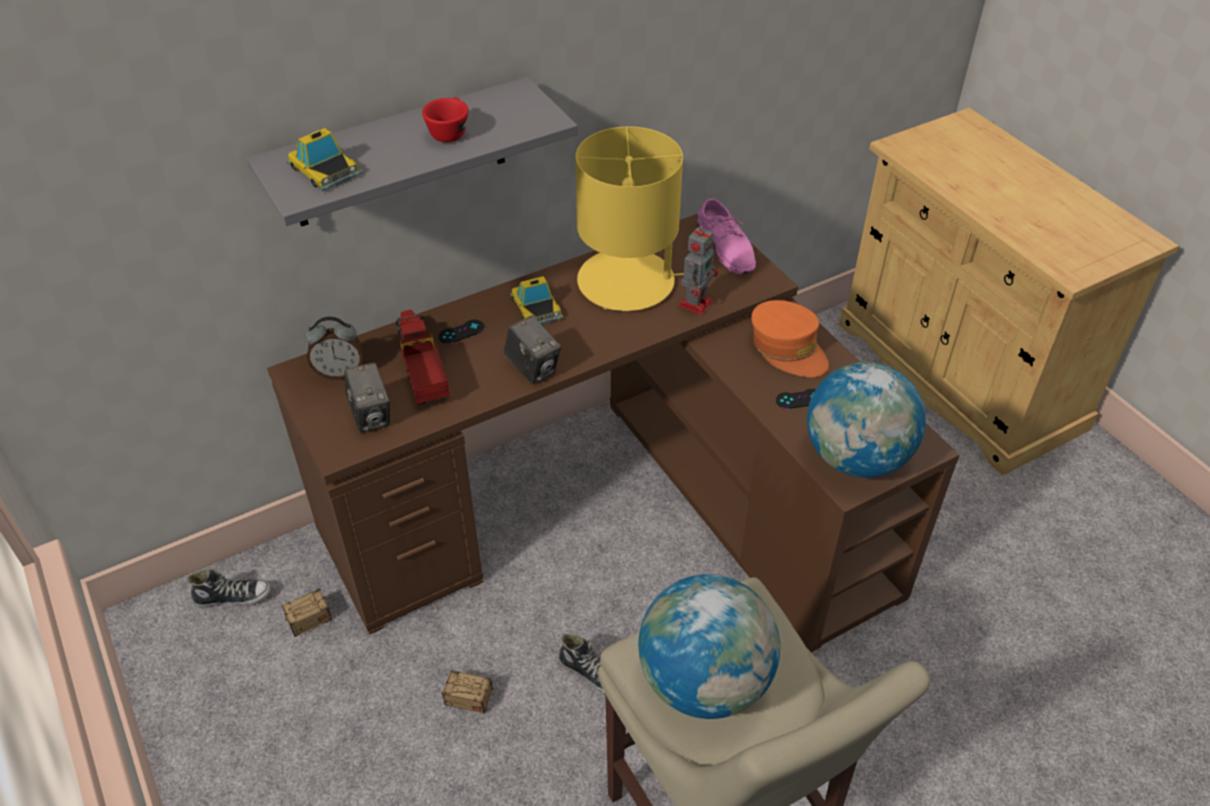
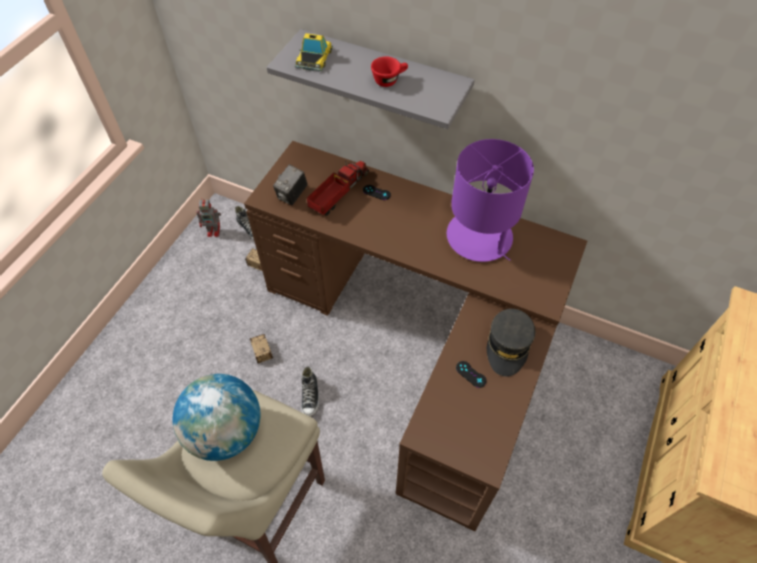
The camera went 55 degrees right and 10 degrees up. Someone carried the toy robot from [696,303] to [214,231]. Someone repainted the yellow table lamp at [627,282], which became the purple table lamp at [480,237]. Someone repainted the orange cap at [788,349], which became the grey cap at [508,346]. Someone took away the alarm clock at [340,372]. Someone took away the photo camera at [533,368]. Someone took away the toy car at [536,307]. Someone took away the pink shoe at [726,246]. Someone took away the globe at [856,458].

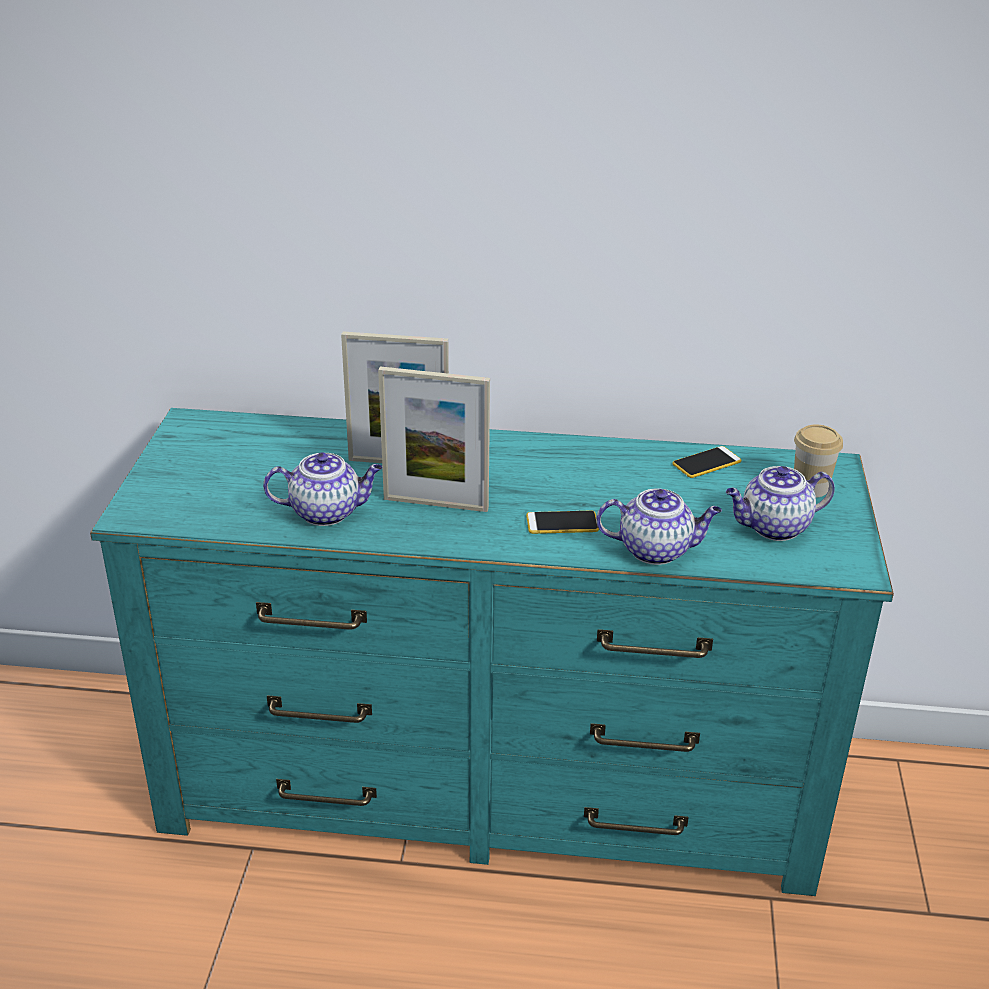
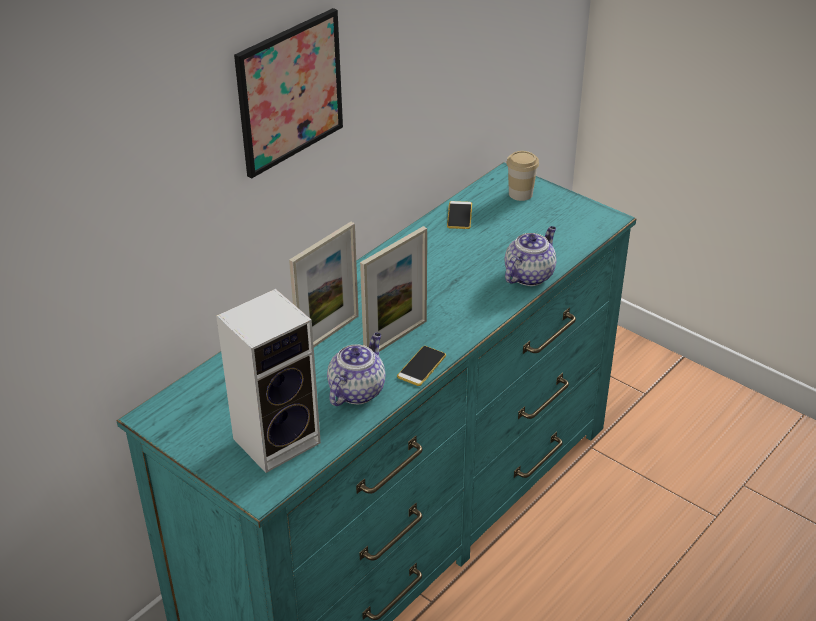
The camera went 55 degrees left and 5 degrees up. Someone put down the speaker at [278,438]. Someone put up the picture at [289,92]. Someone carried the phone from [562,523] to [421,366]. Someone took away the teapot at [773,528].

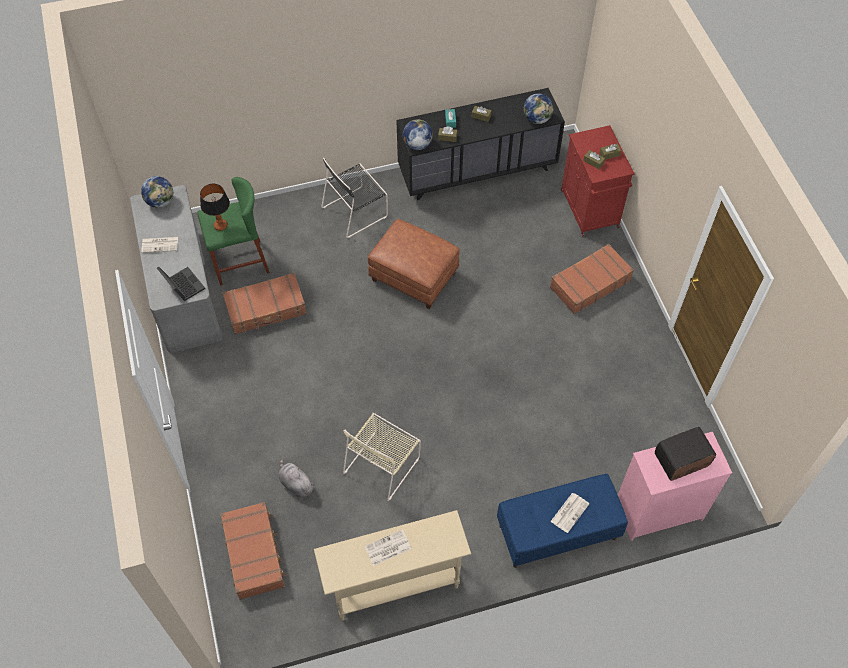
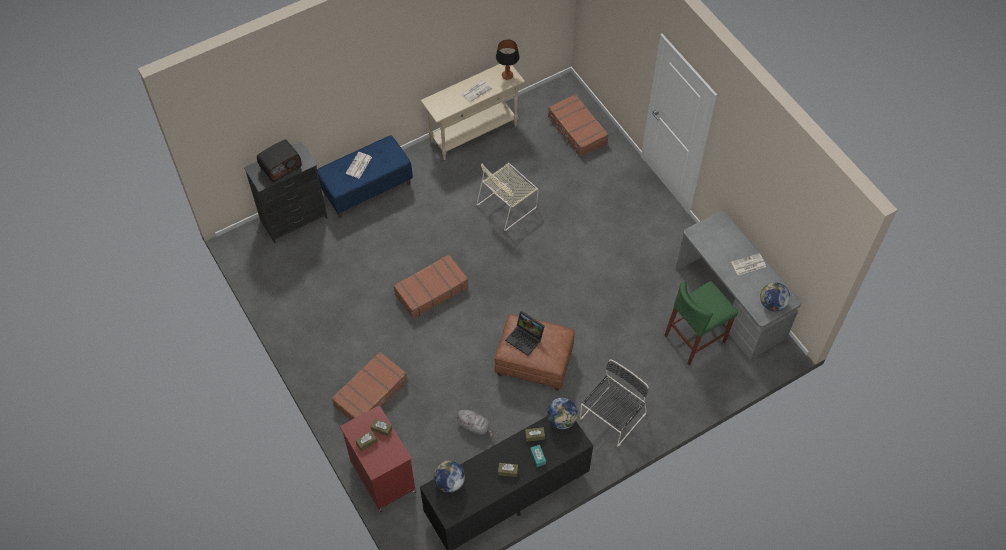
The camera went 165 degrees right and 0 degrees up. Someone repainted the pink dresser at [658,510], which became the black dresser at [294,219]. Someone carried the brown suitcase from [266,309] to [431,290]. Someone carried the grey plush toy from [295,484] to [475,426]. Someone rotated the beige chair at [383,463] by 150 degrees counterclockwise. Someone carried the table lamp from [220,225] to [507,76]. Someone carried the laptop from [182,285] to [525,338].

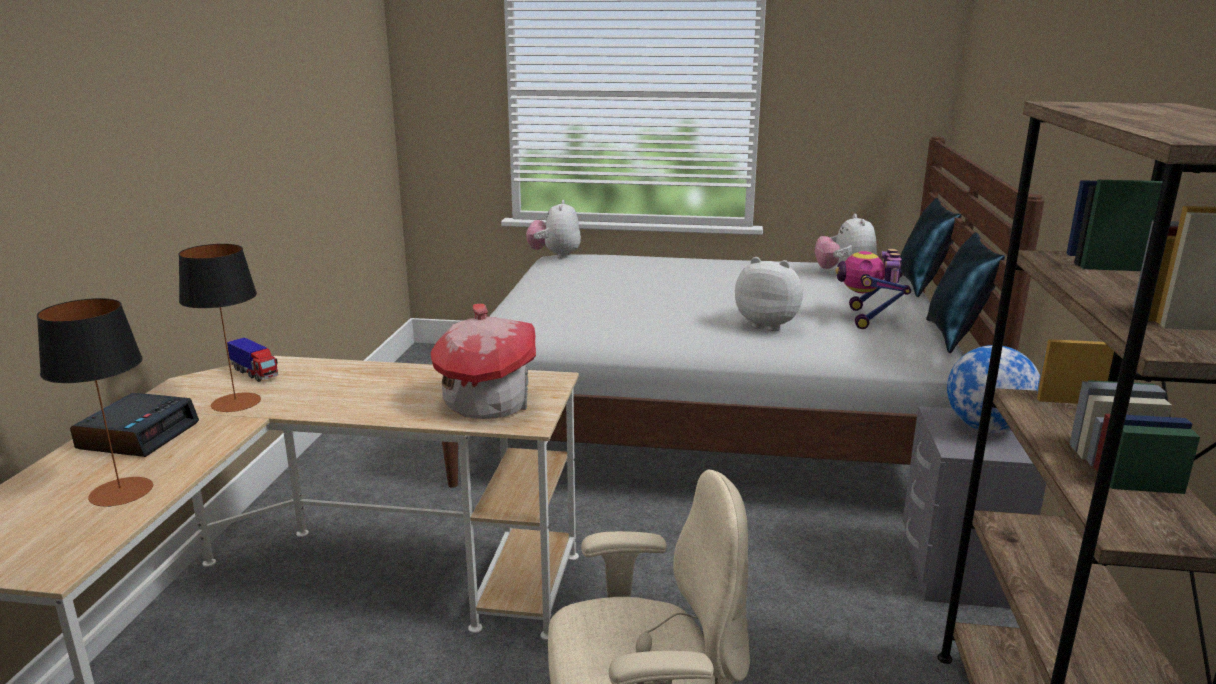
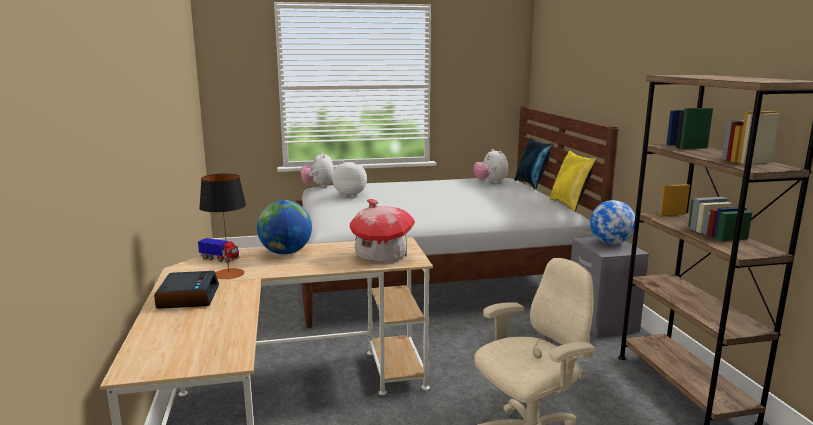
The camera went 20 degrees left and 5 degrees down. Someone put down the globe at [285,253]. Someone carried the plush toy from [769,325] to [351,195]. Someone repainted the blue pillow at [956,337], which became the yellow pillow at [570,205]. Someone took away the table lamp at [120,492]. Someone took away the toy robot at [868,319].

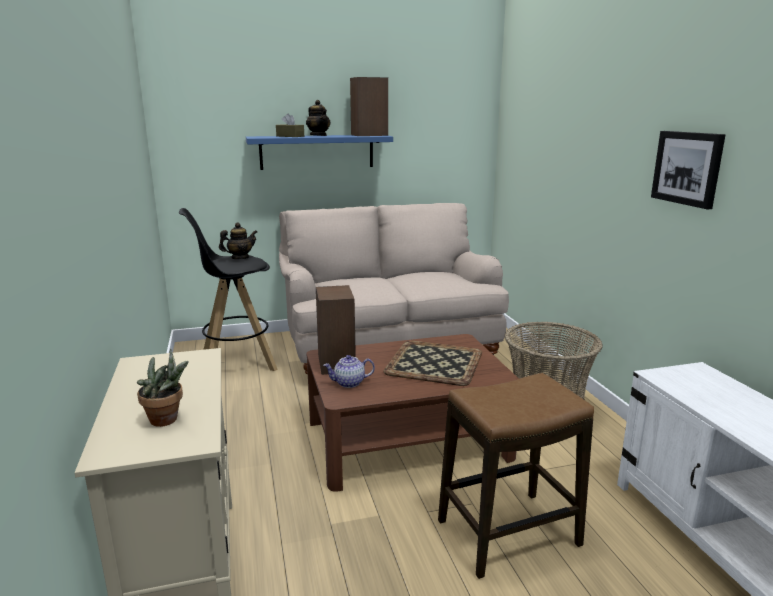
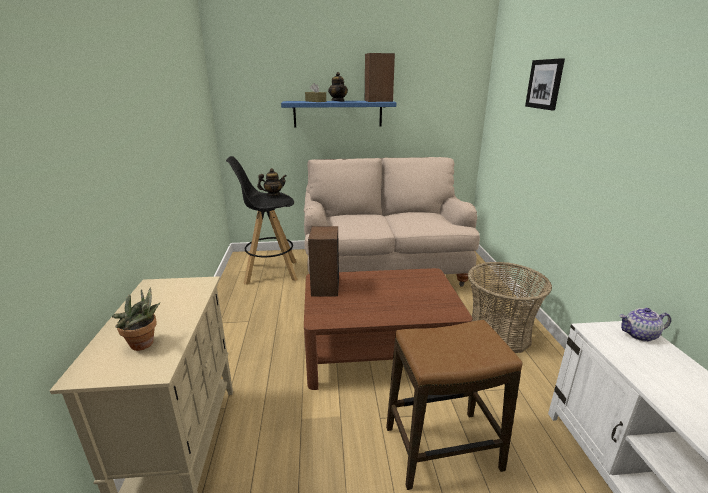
The camera went 10 degrees right and 5 degrees up. Someone carried the picture from [687,168] to [545,84]. Someone carried the teapot from [349,383] to [639,335]. Someone took away the tray at [433,363].

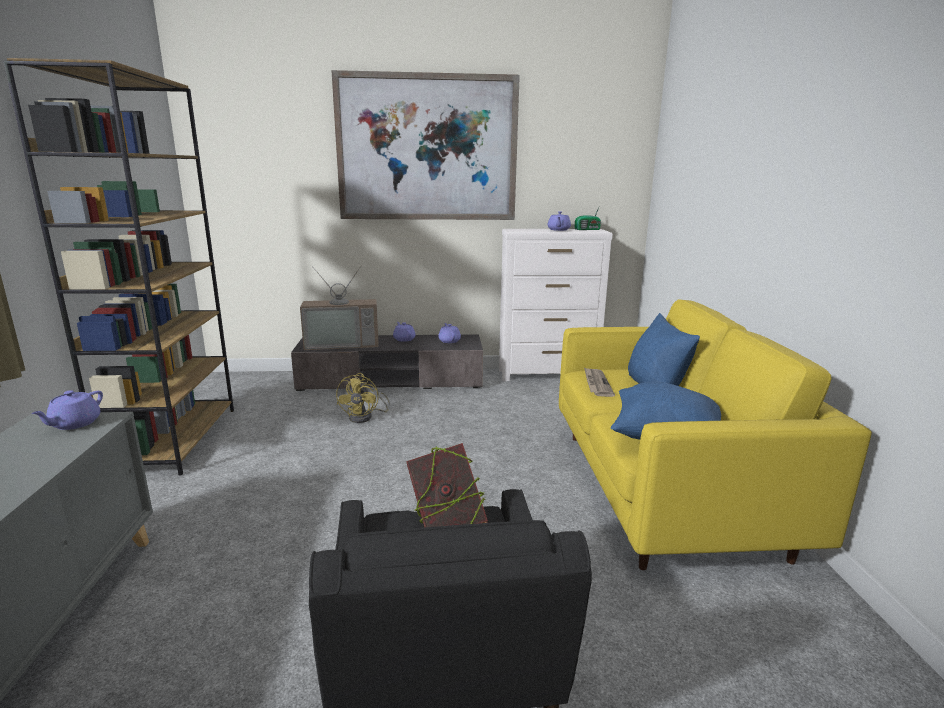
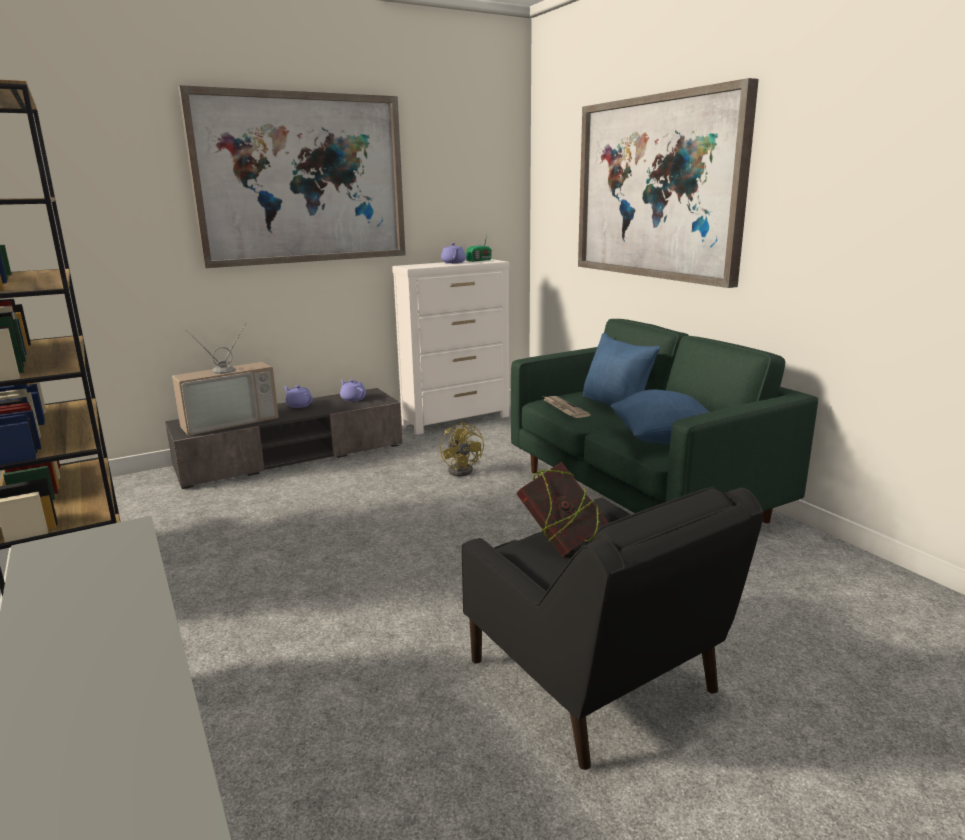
The camera went 25 degrees left and 0 degrees up. Someone carried the yellow fan from [365,417] to [463,470]. Someone repainted the yellow sofa at [663,489], which became the green sofa at [639,495]. Someone put up the picture at [657,188]. Someone took away the purple teapot at [74,424].

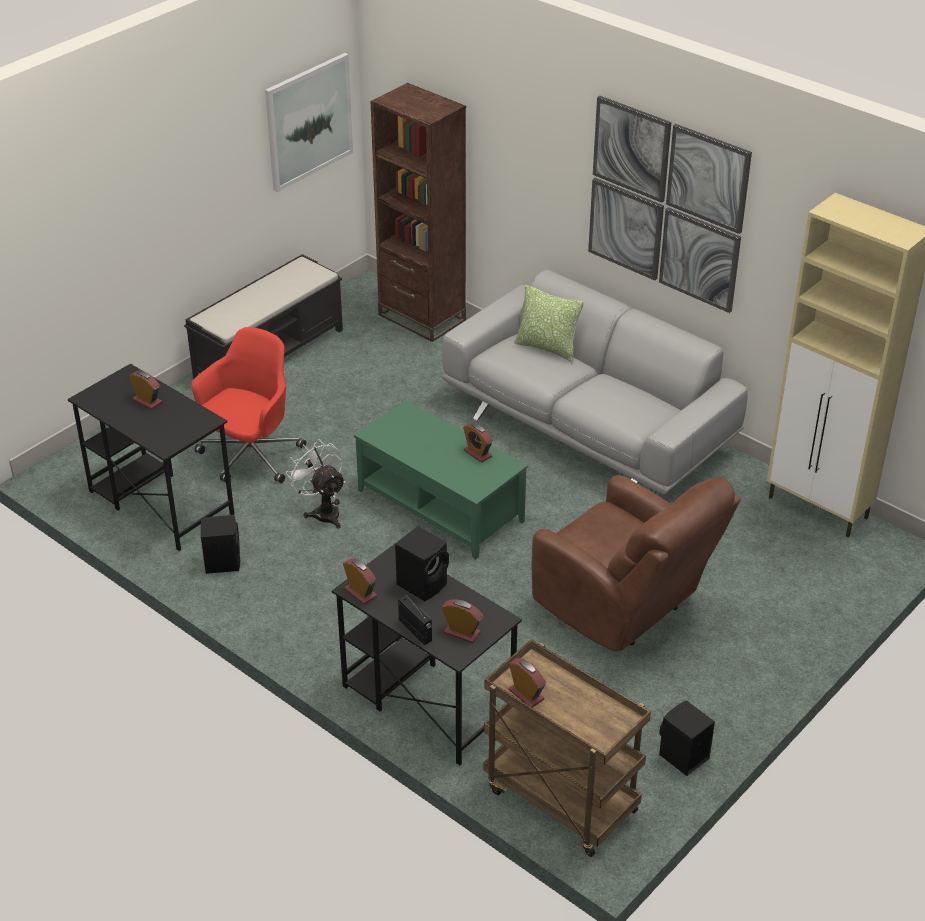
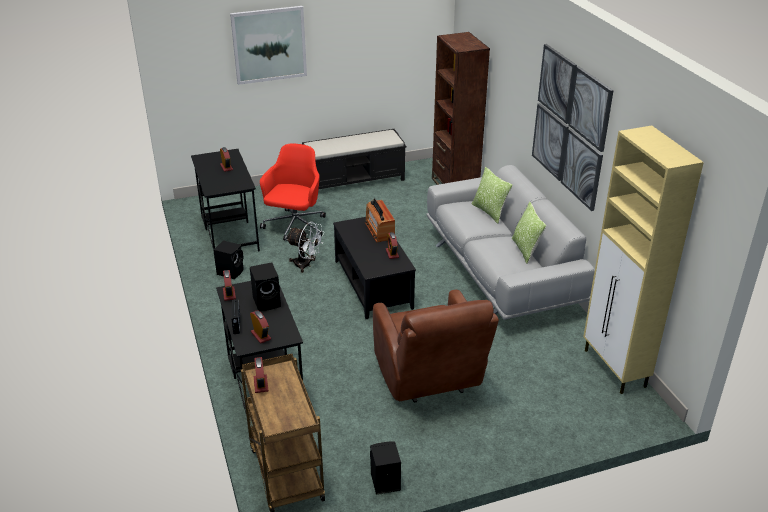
The camera went 30 degrees right and 5 degrees down. Someone carried the picture from [308,121] to [269,45]. Someone rotated the red office chair at [250,457] by 45 degrees counterclockwise. Someone rotated the white fan at [323,511] by 120 degrees clockwise. Someone repainted the green coffee table at [441,505], which became the black coffee table at [374,284]. Someone put down the radio at [379,230]. Someone put down the pillow at [525,250].

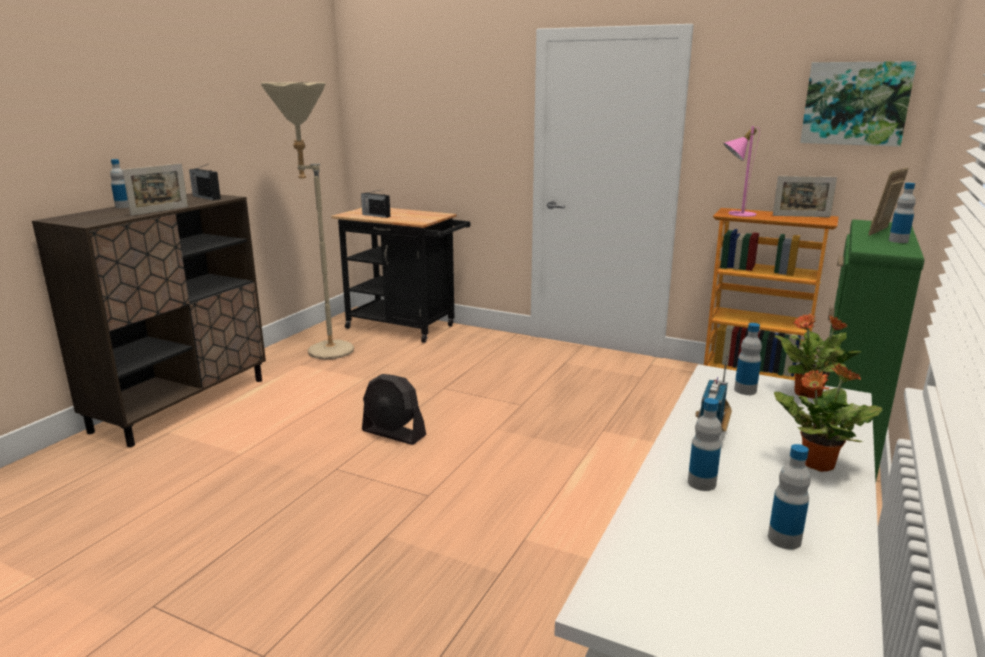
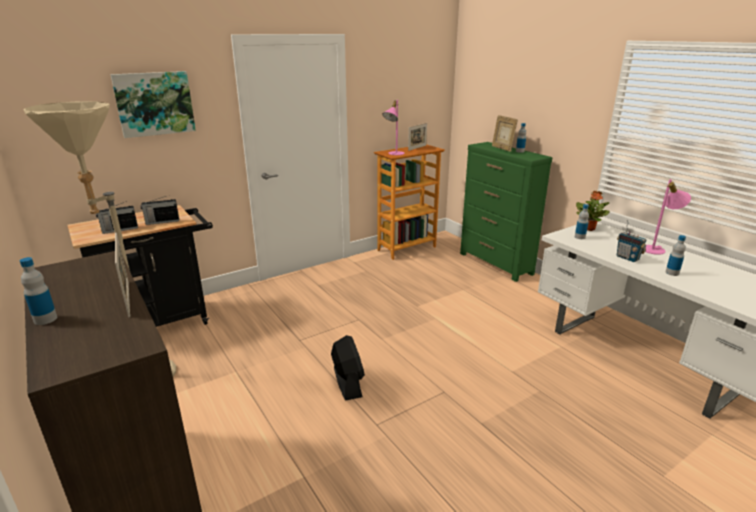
The camera went 60 degrees left and 5 degrees up. Someone carried the picture from [855,103] to [154,103]. Someone carried the radio from [206,197] to [162,222]. Someone rotated the black fan at [394,433] by 75 degrees counterclockwise. Someone swapped the potted plant at [816,464] for the pink table lamp at [657,249]. Someone took away the bottle at [784,539].

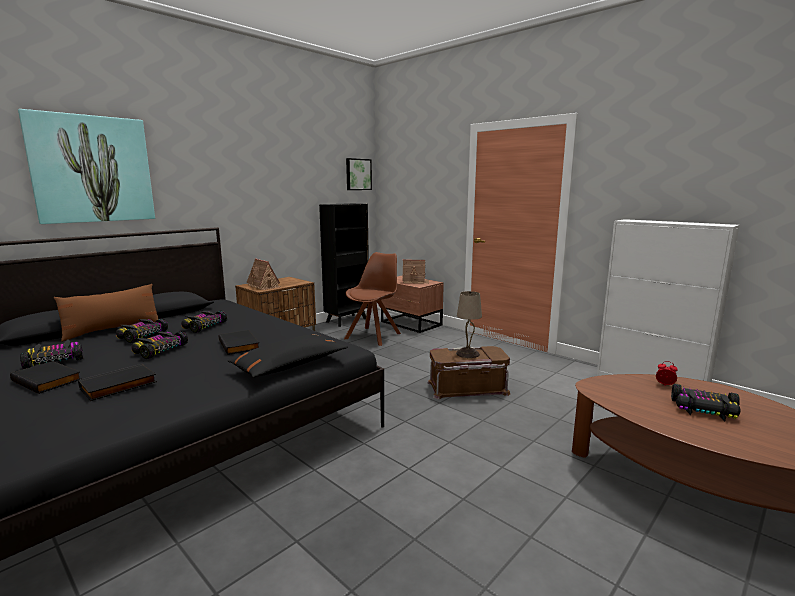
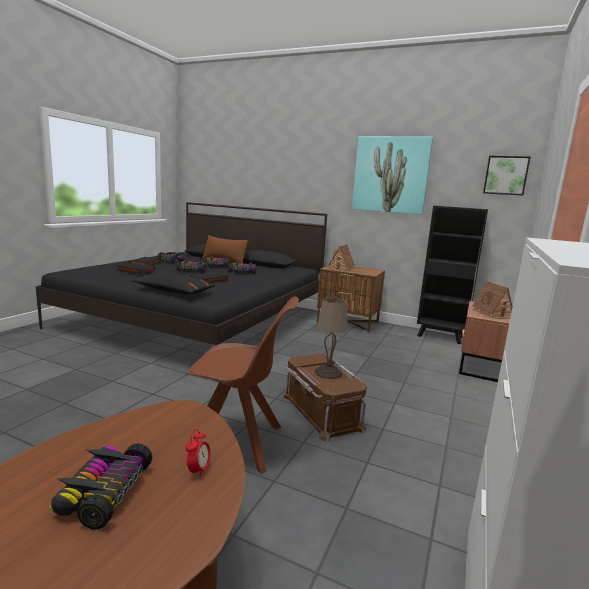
The camera went 70 degrees right and 0 degrees up. Someone carried the brown chair from [374,336] to [237,443]. Someone carried the picture from [92,169] to [390,175].

